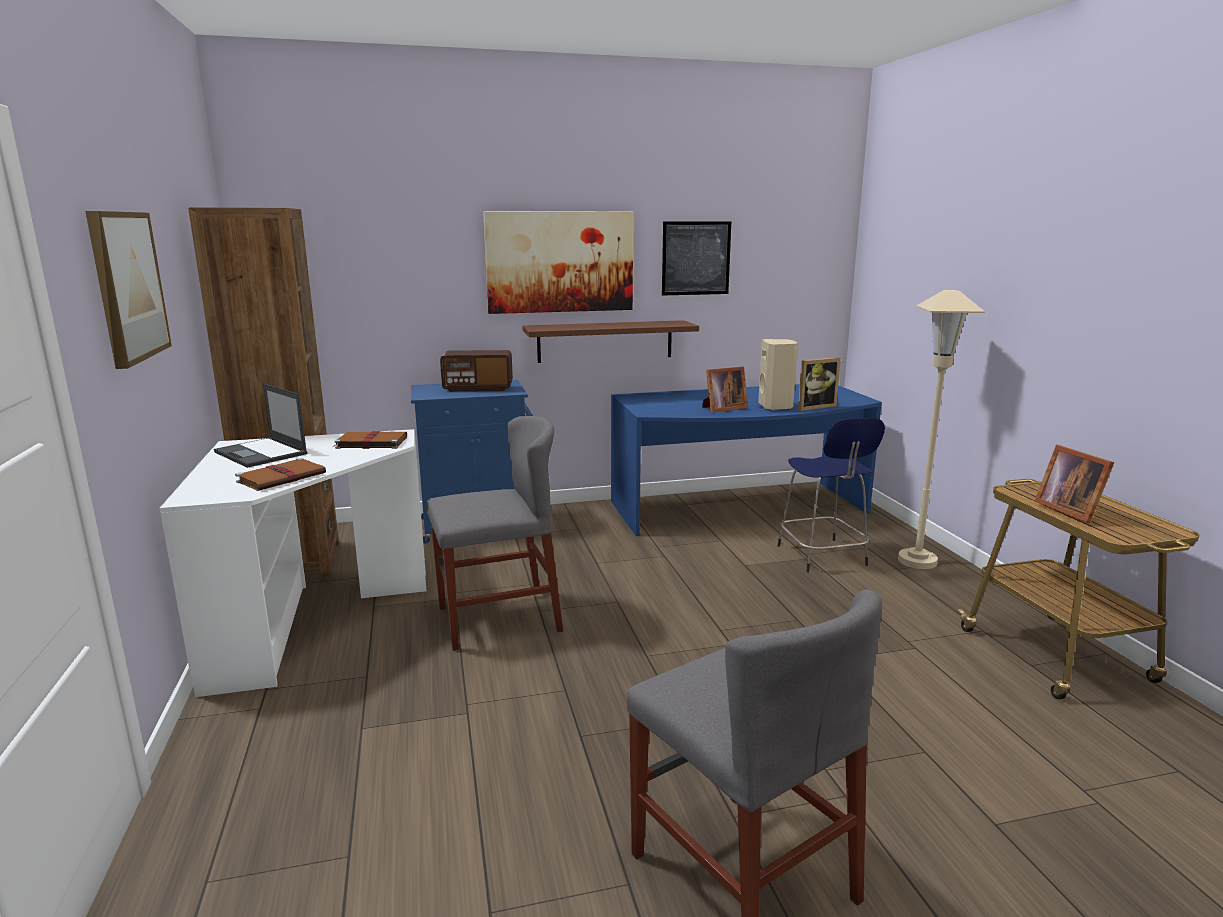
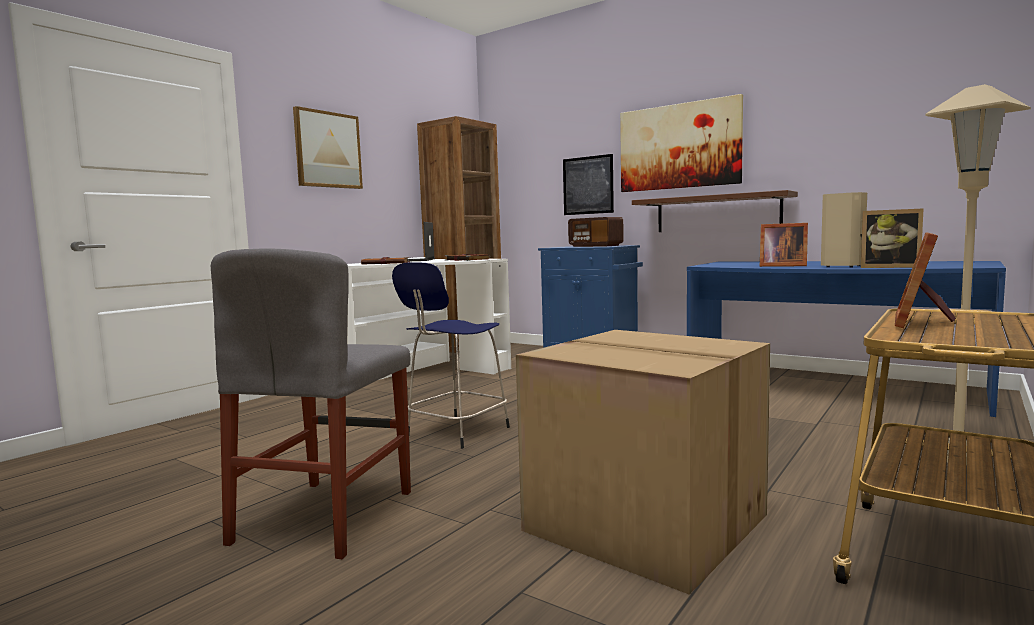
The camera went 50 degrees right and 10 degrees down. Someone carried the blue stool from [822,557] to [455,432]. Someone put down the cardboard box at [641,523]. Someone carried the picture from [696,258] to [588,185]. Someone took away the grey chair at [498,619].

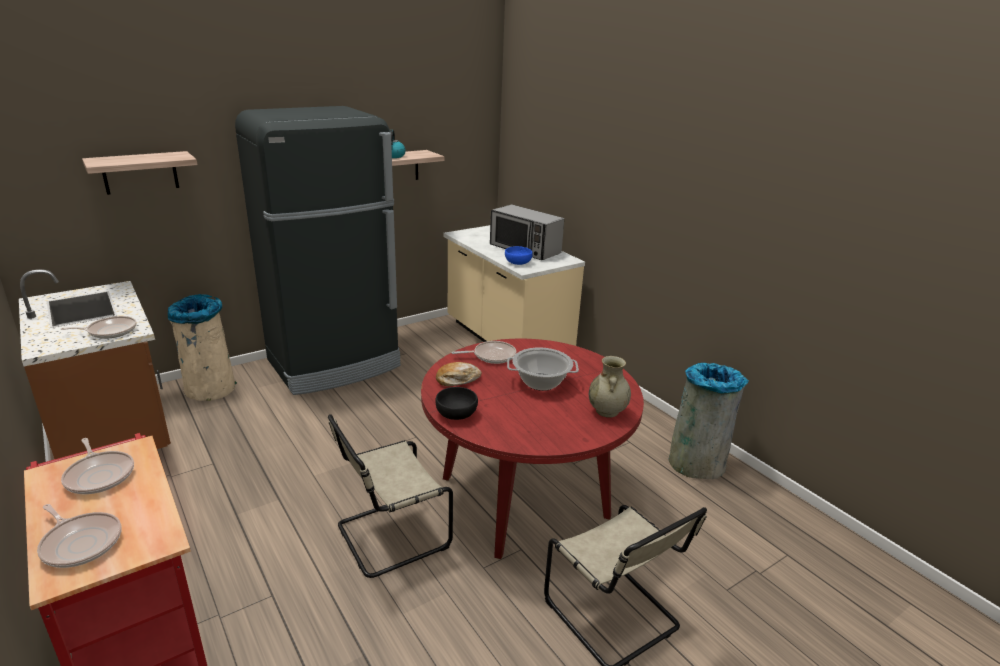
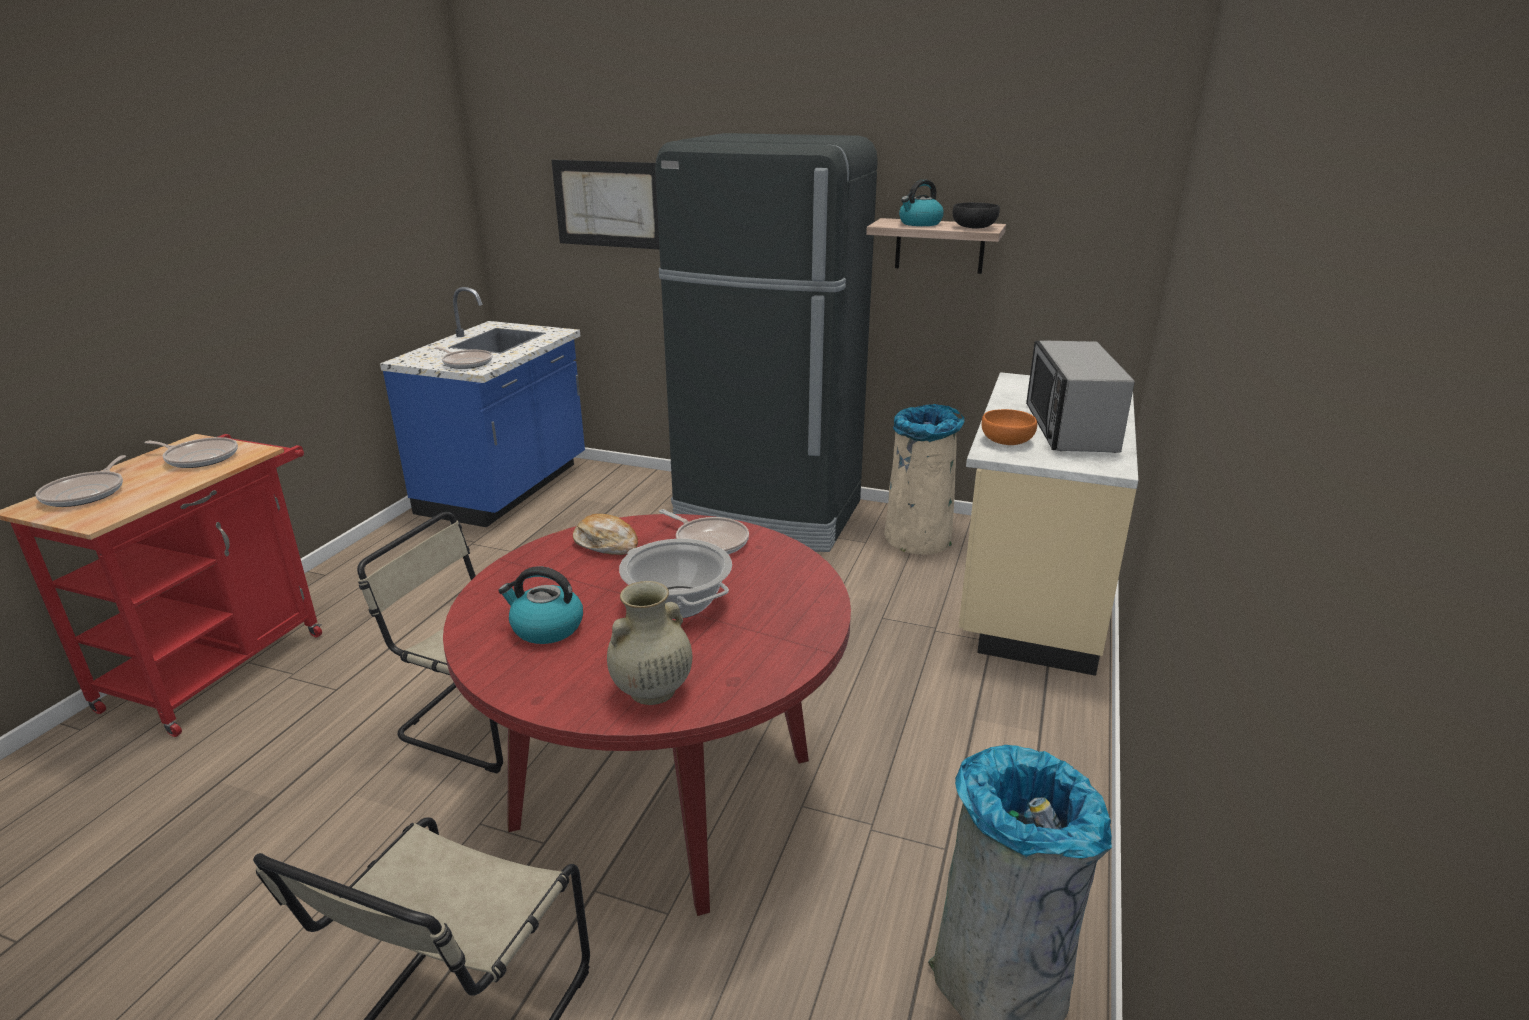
The camera went 55 degrees right and 0 degrees up. Someone rotated the frying pan at [100,475] by 90 degrees counterclockwise. Someone repainted the brown counter at [115,434], which became the blue counter at [506,489]. Someone put down the kettle at [546,628]. Someone swapped the shelf at [140,172] for the picture at [608,204]. Someone carried the beige trash can from [209,388] to [917,537]. Someone carried the black bowl from [456,413] to [974,227]. Someone repainted the blue bowl at [517,262], which became the orange bowl at [1006,440].

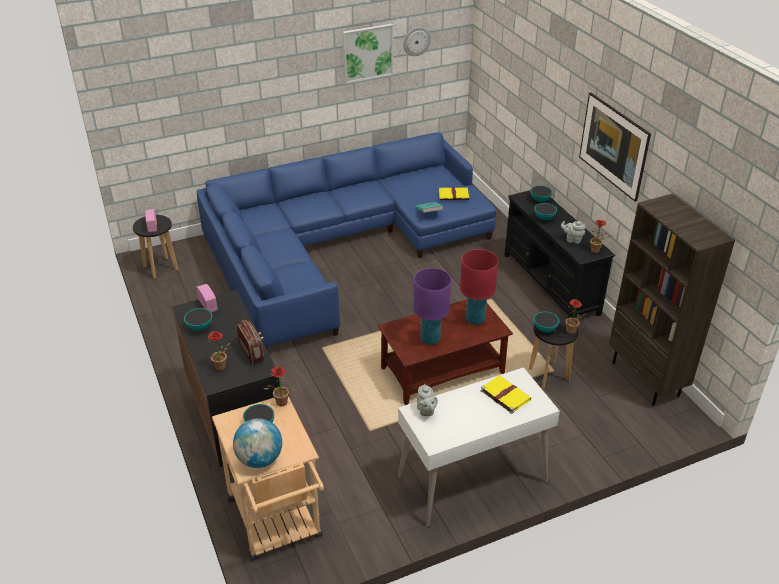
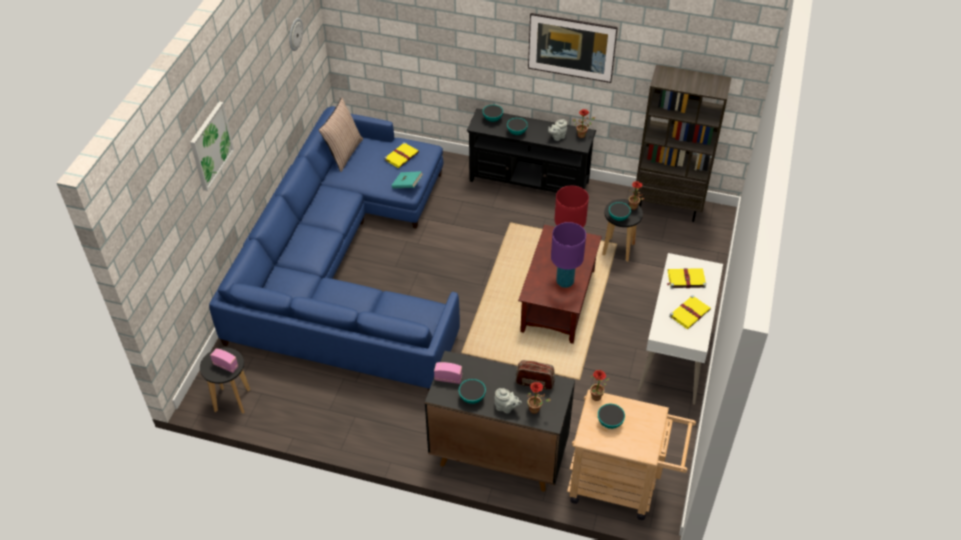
The camera went 50 degrees left and 10 degrees up. Someone carried the picture from [367,53] to [211,145]. Someone put down the pillow at [343,153]. Someone carried the grey teapot from [426,411] to [506,408]. Someone put down the yellow book at [690,313]. Someone took away the globe at [260,459].

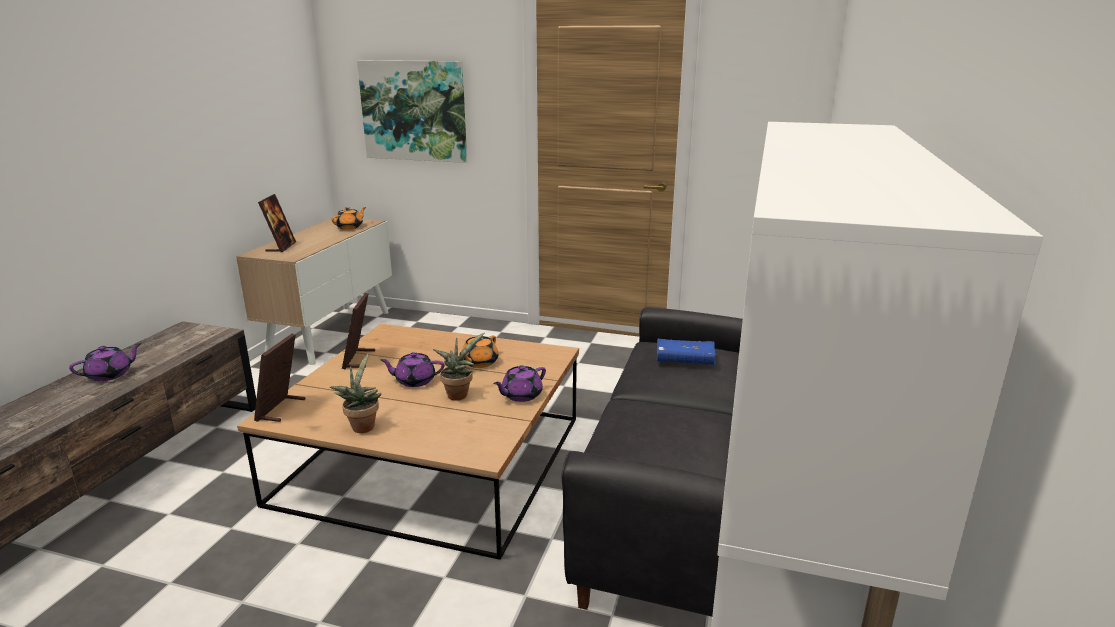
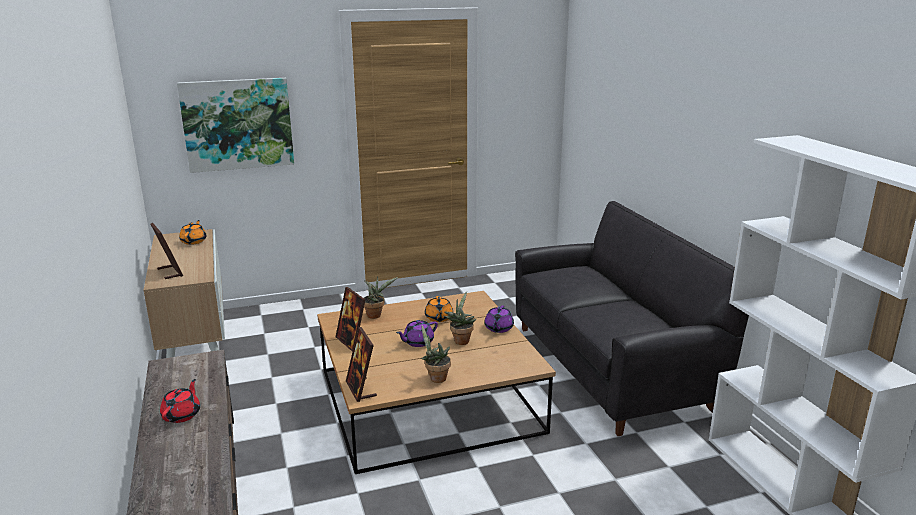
The camera went 35 degrees left and 0 degrees up. Someone repainted the purple teapot at [110,375], which became the red teapot at [182,415]. Someone put down the potted plant at [376,315]. Someone took away the blue book at [684,360].

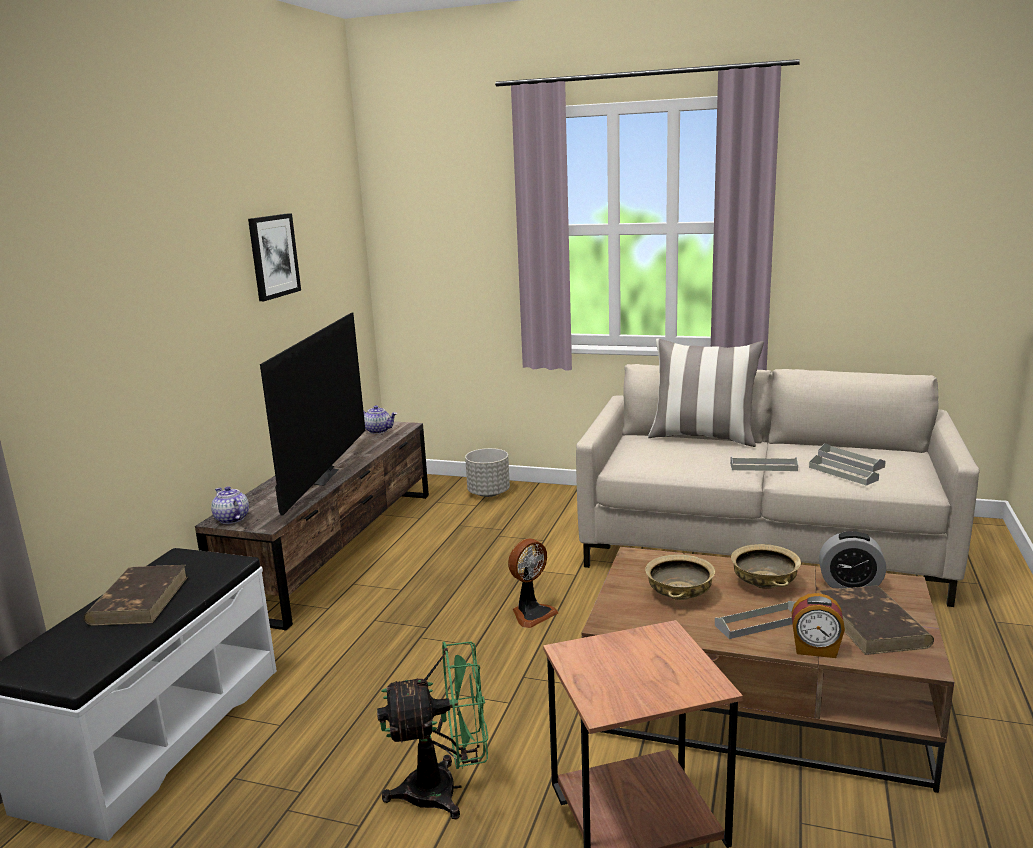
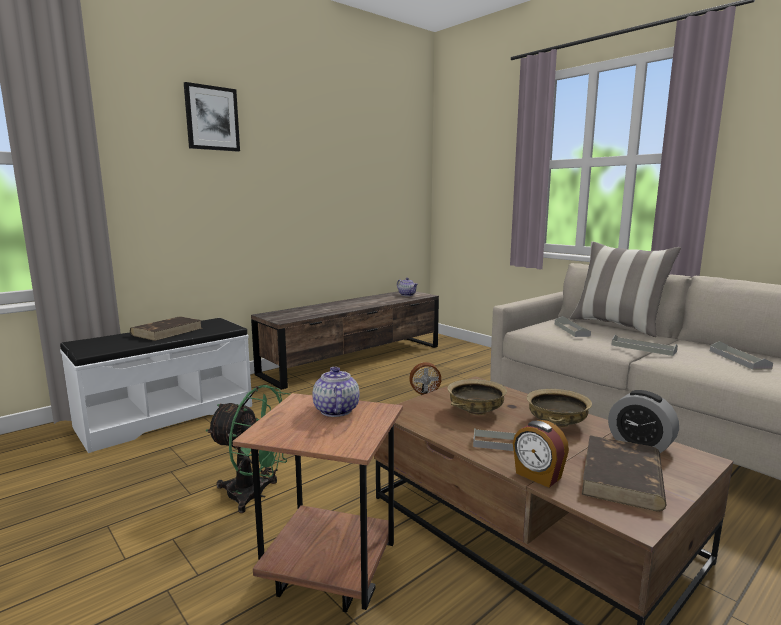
The camera went 30 degrees right and 5 degrees down. Someone carried the picture from [273,256] to [212,118]. Someone carried the teapot from [231,519] to [335,410]. Someone carried the grey tray from [843,473] to [571,330]. Someone took away the television at [317,477]. Someone took away the grey planter at [488,493].

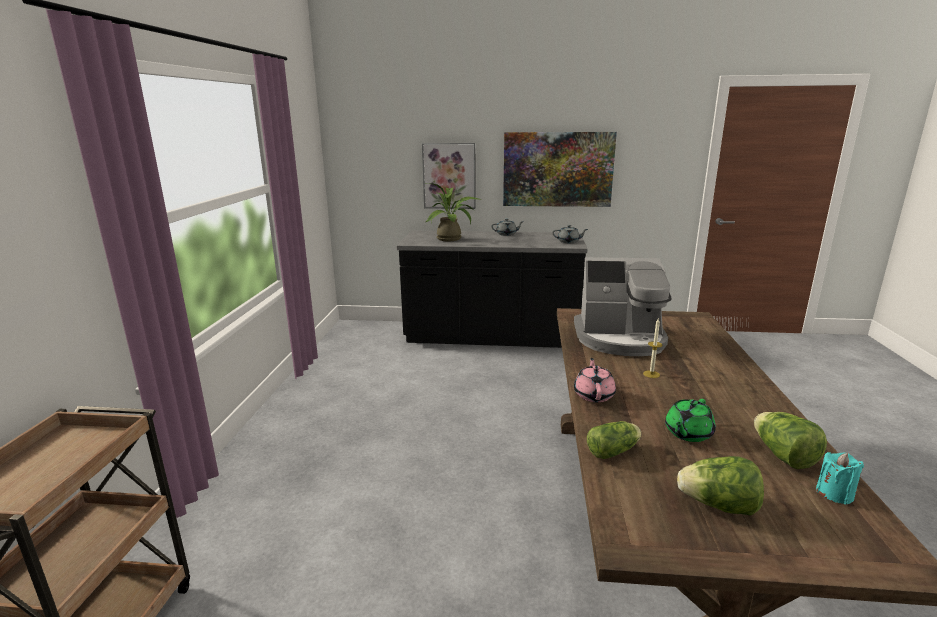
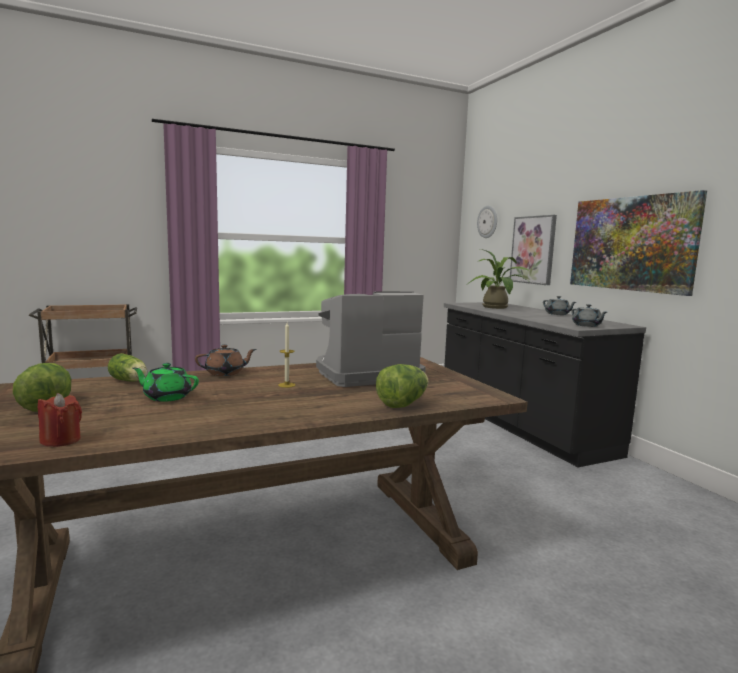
The camera went 60 degrees right and 10 degrees down. Someone repainted the turquoise candle at [834,493], which became the red candle at [61,440]. Someone repainted the pink teapot at [594,395], which became the brown teapot at [225,373]. Someone rotated the coffee machine at [620,339] by 90 degrees clockwise. Someone carried the lettuce from [783,456] to [403,404]. Someone put up the wall clock at [487,222].

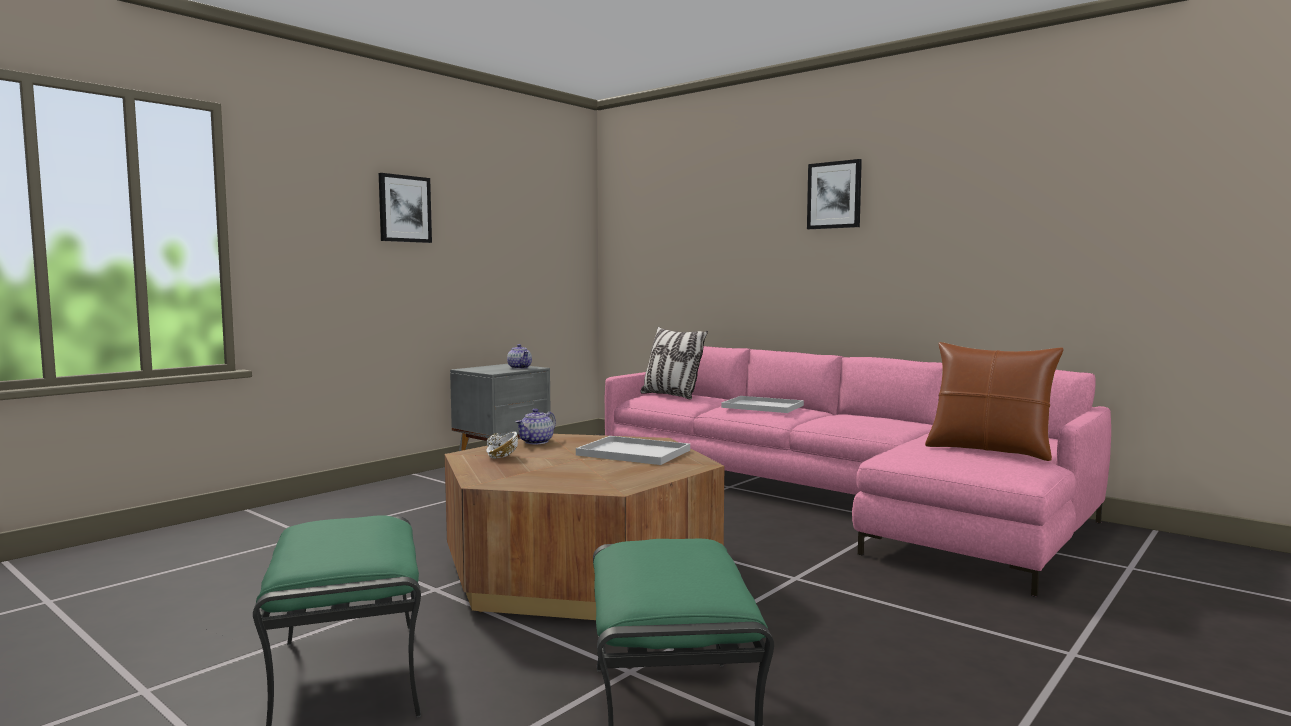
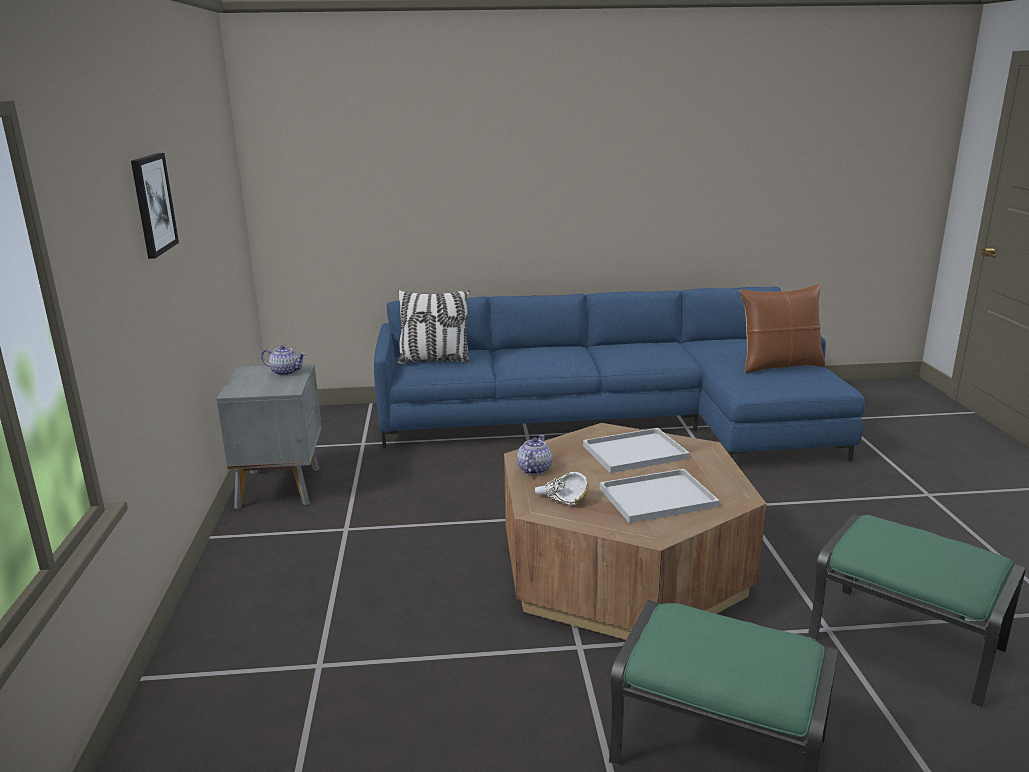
The camera went 45 degrees left and 15 degrees up. Someone repainted the pink sofa at [838,500], which became the blue sofa at [619,420]. Someone rotated the teapot at [536,442] by 150 degrees counterclockwise. Someone carried the white tray from [764,406] to [659,496]. Someone took away the picture at [834,195].

